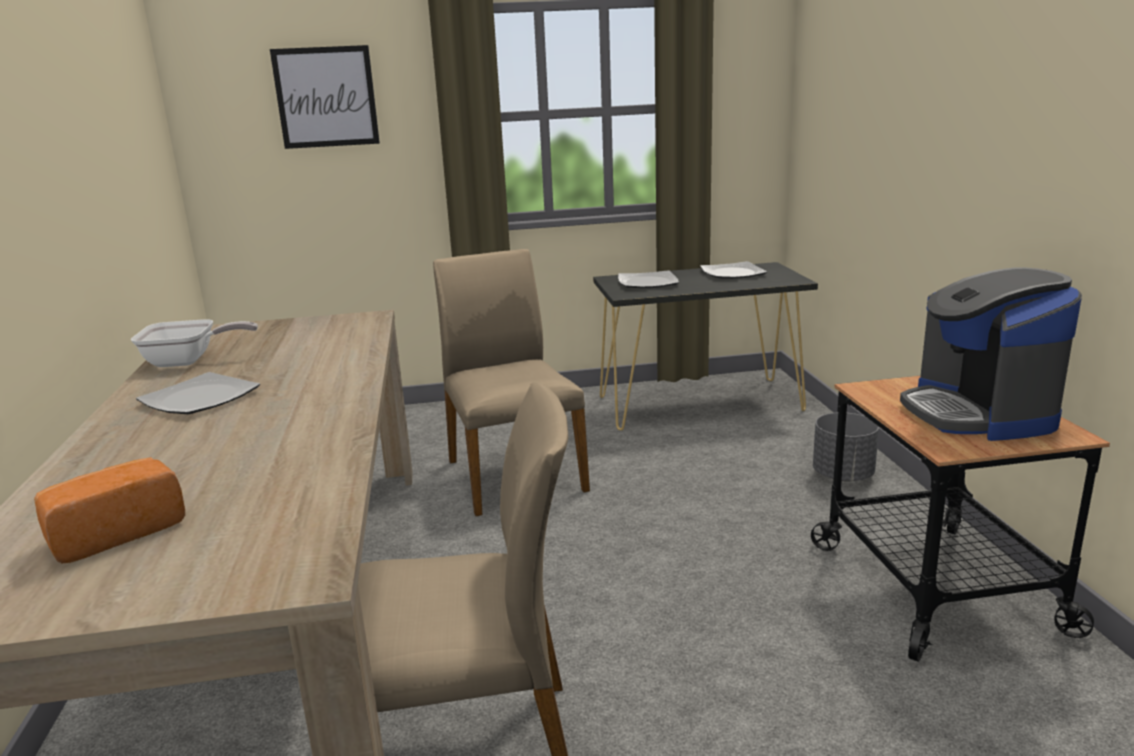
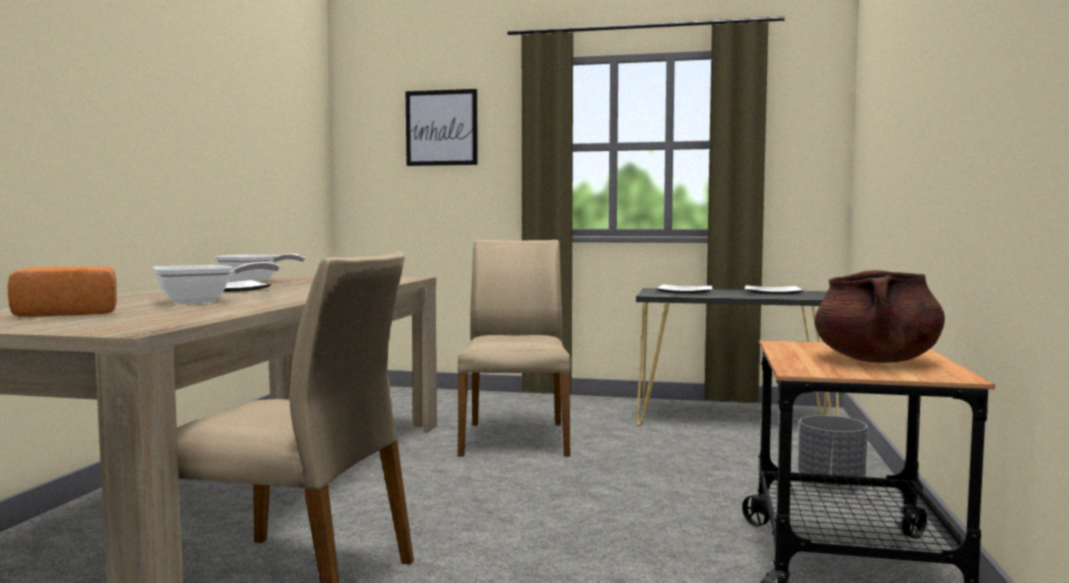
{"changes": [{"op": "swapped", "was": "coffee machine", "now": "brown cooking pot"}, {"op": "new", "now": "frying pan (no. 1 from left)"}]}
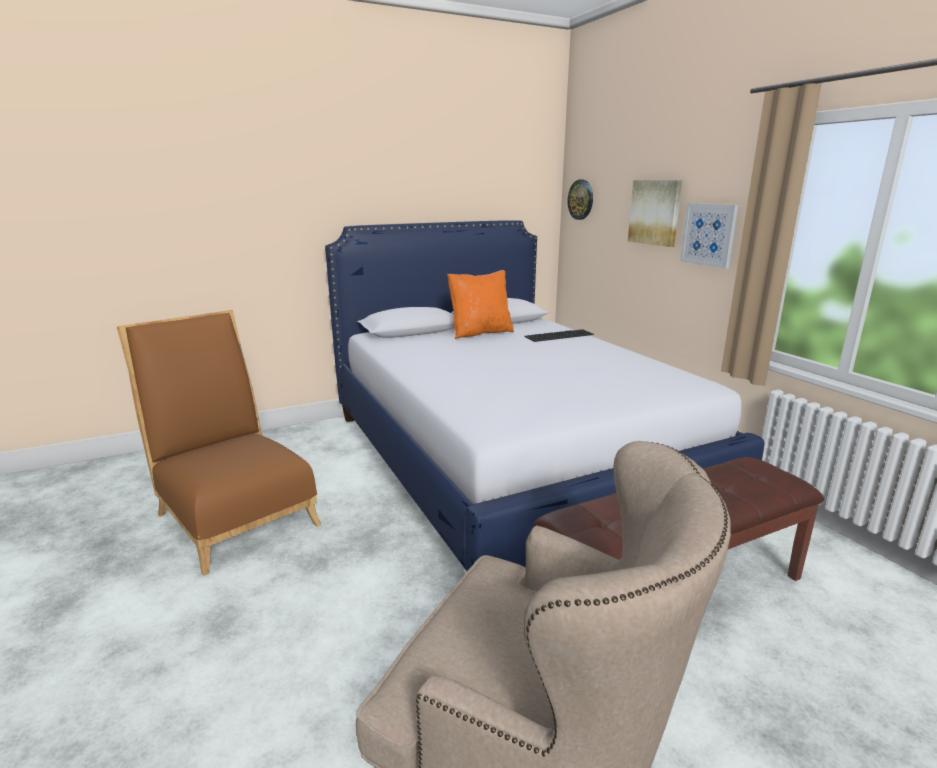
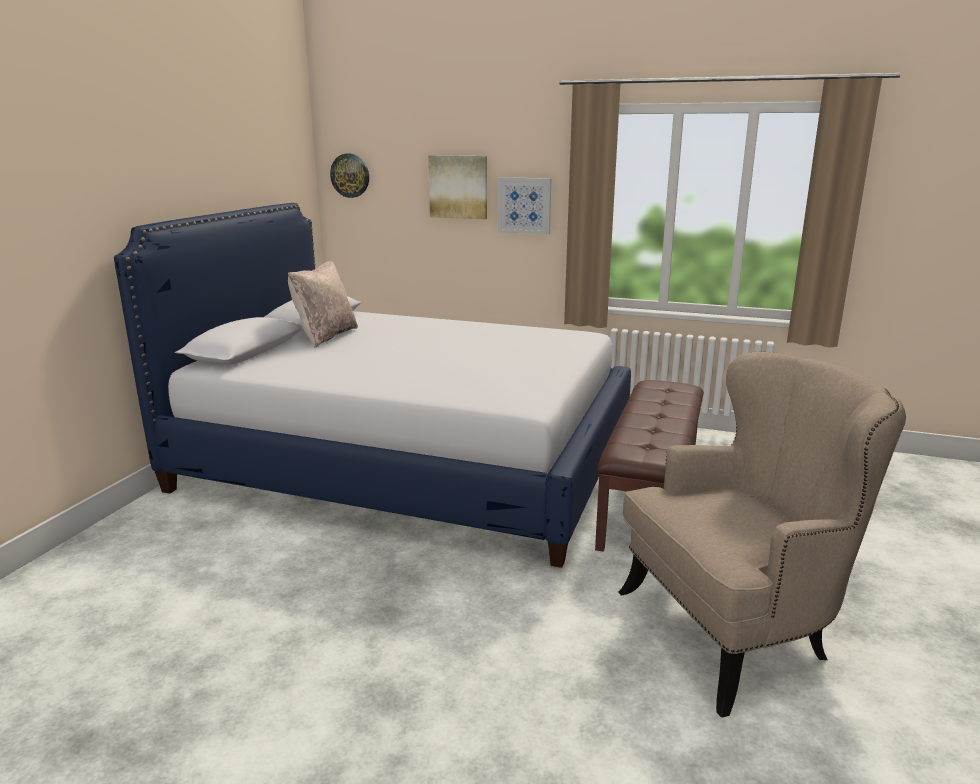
{"changes": [{"op": "gone", "was": "brown chair"}, {"op": "repainted", "was": "orange pillow", "now": "beige pillow"}, {"op": "gone", "was": "keyboard"}]}
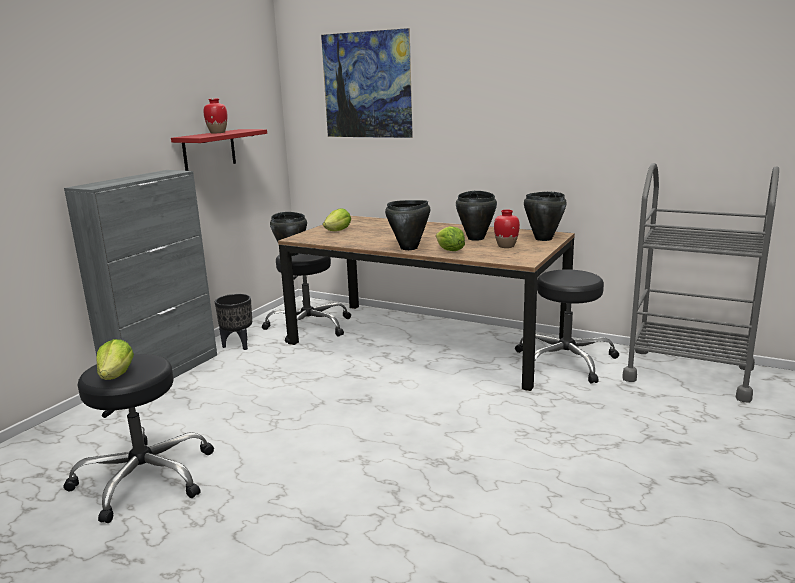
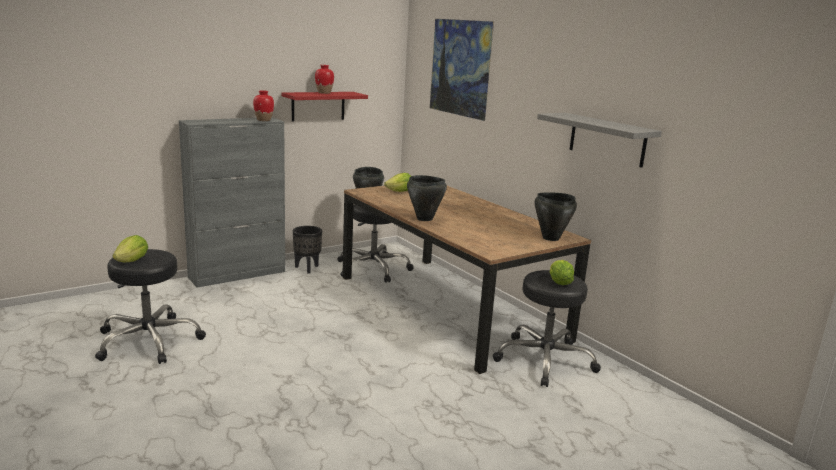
{"changes": [{"op": "shifted", "was": "lettuce (no. 3 from left)"}, {"op": "gone", "was": "black cooking pot (no. 3 from left)"}, {"op": "shifted", "was": "red vase (no. 2 from left in the first image)", "now": "red vase (no. 1 from left)"}, {"op": "gone", "was": "grey cart"}, {"op": "new", "now": "grey shelf"}]}
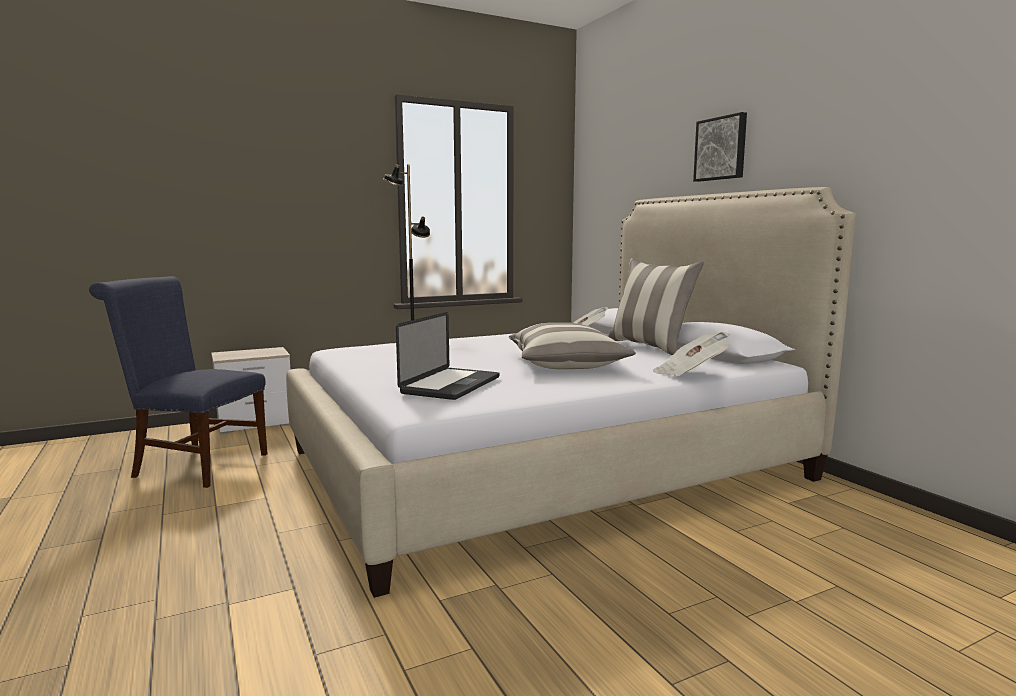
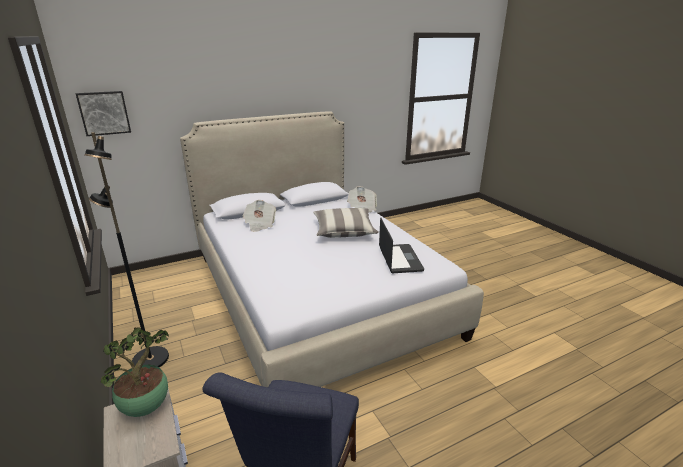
{"changes": [{"op": "rotated", "was": "laptop", "clockwise": 60}, {"op": "gone", "was": "pillow (no. 2 from left)"}, {"op": "shifted", "was": "picture"}, {"op": "new", "now": "potted plant"}]}
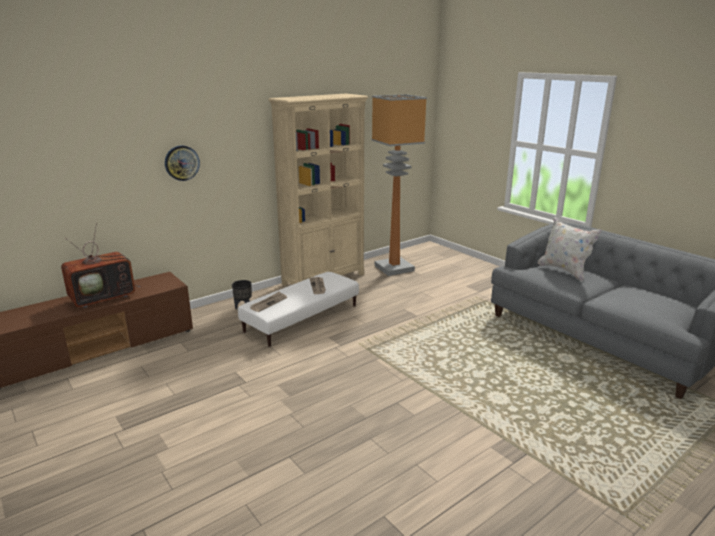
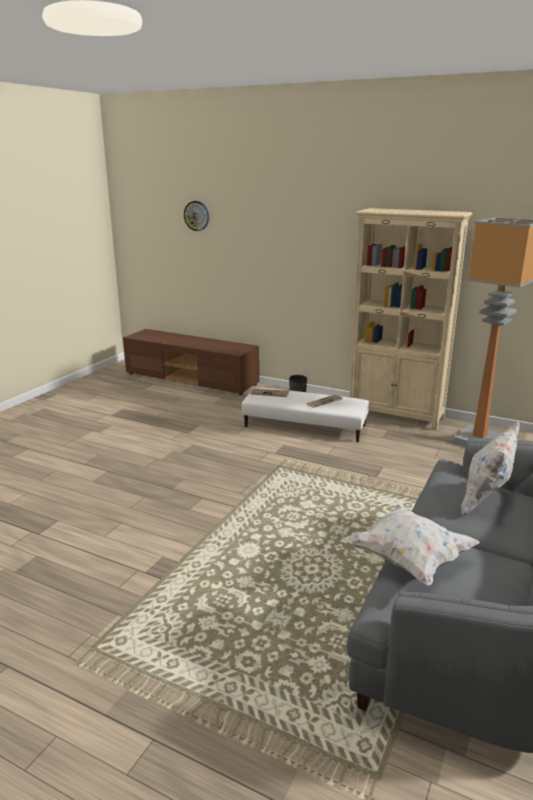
{"changes": [{"op": "gone", "was": "television"}, {"op": "shifted", "was": "wall clock"}, {"op": "new", "now": "white pillow (no. 1 from left)"}]}
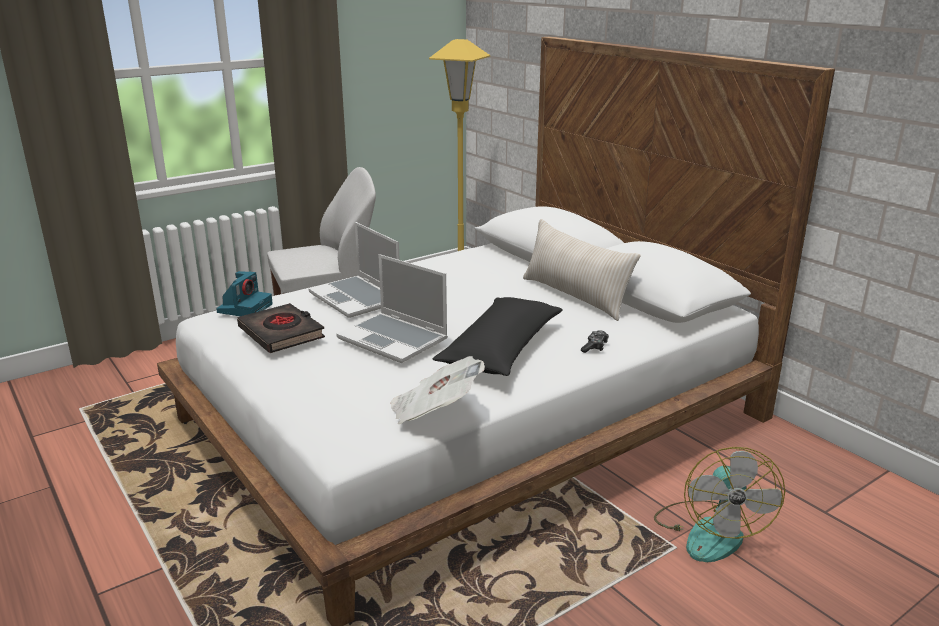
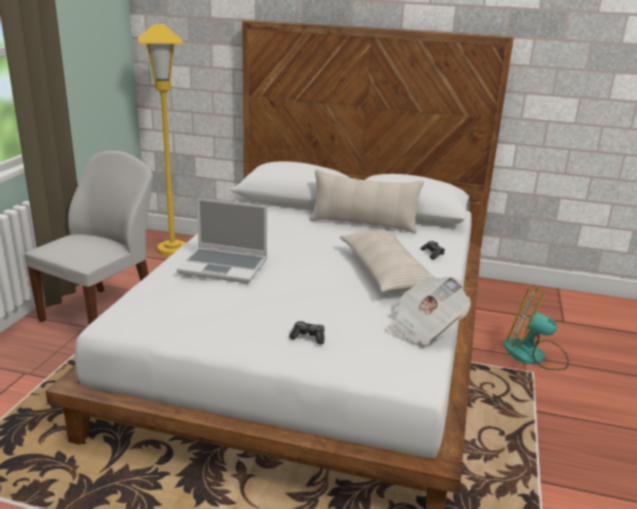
{"changes": [{"op": "gone", "was": "photo camera"}, {"op": "gone", "was": "black book"}, {"op": "gone", "was": "laptop (no. 2 from left)"}, {"op": "repainted", "was": "black pillow", "now": "beige pillow (no. 2 from left)"}, {"op": "rotated", "was": "fan", "clockwise": 150}, {"op": "new", "now": "game controller (no. 1 from left)"}]}
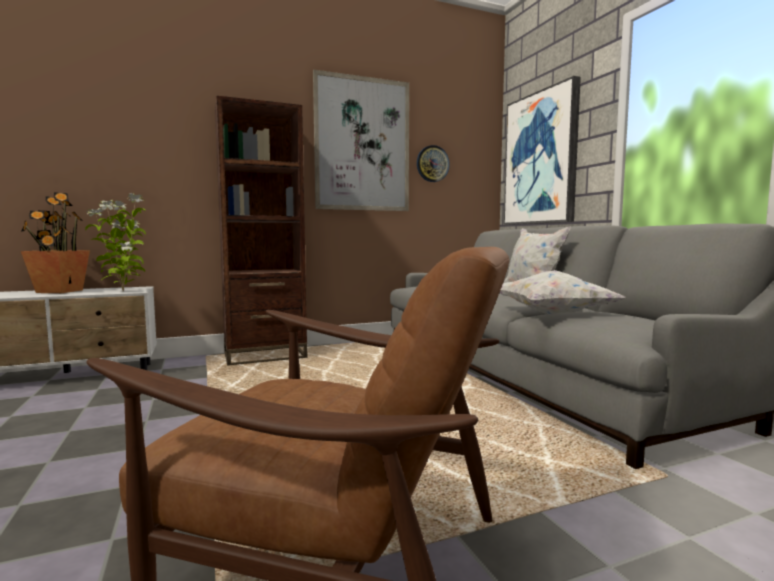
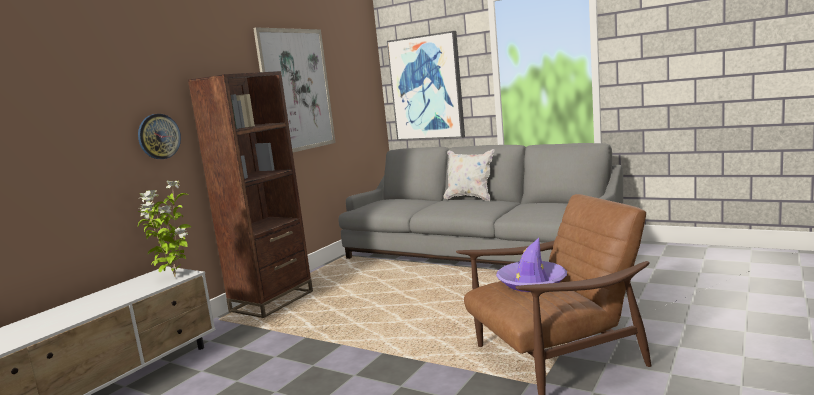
{"changes": [{"op": "gone", "was": "potted plant (no. 1 from left)"}, {"op": "shifted", "was": "wall clock"}, {"op": "gone", "was": "white pillow (no. 2 from left)"}, {"op": "new", "now": "purple hat"}]}
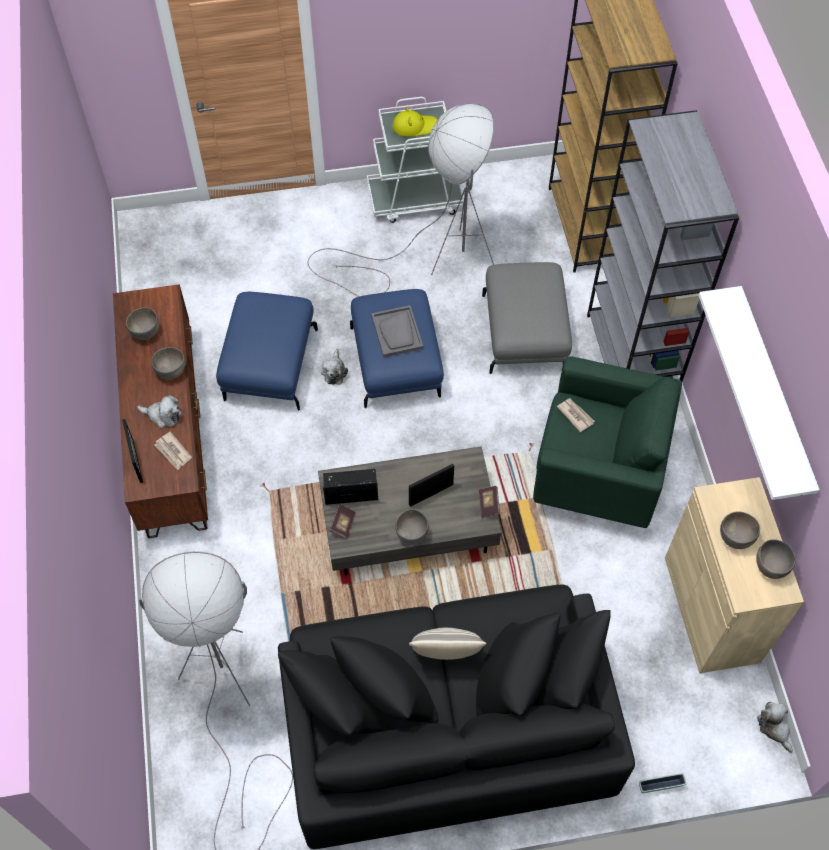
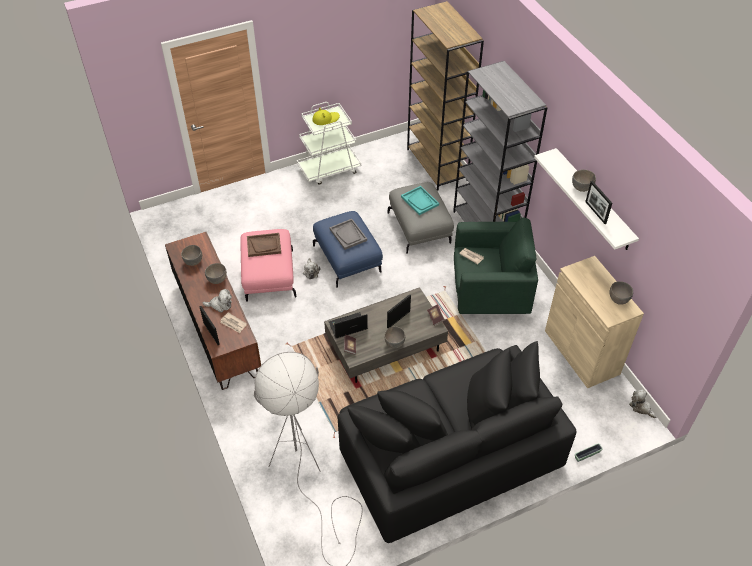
{"changes": [{"op": "repainted", "was": "blue ottoman (no. 1 from left)", "now": "pink ottoman"}, {"op": "gone", "was": "grey floor lamp (no. 2 from left)"}, {"op": "gone", "was": "pillow"}, {"op": "shifted", "was": "grey bowl (no. 4 from left)"}, {"op": "new", "now": "brown tray"}, {"op": "new", "now": "turquoise tray"}, {"op": "new", "now": "picture frame (no. 3 from left)"}]}
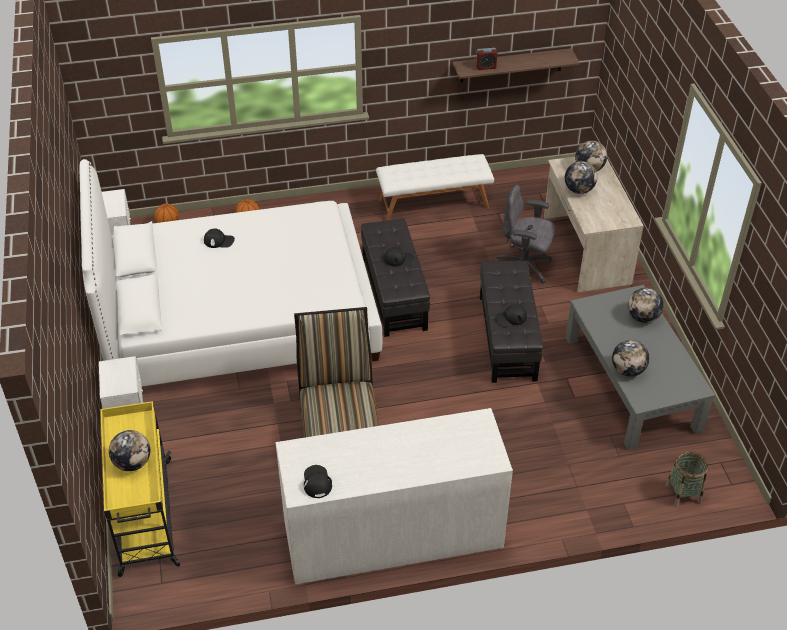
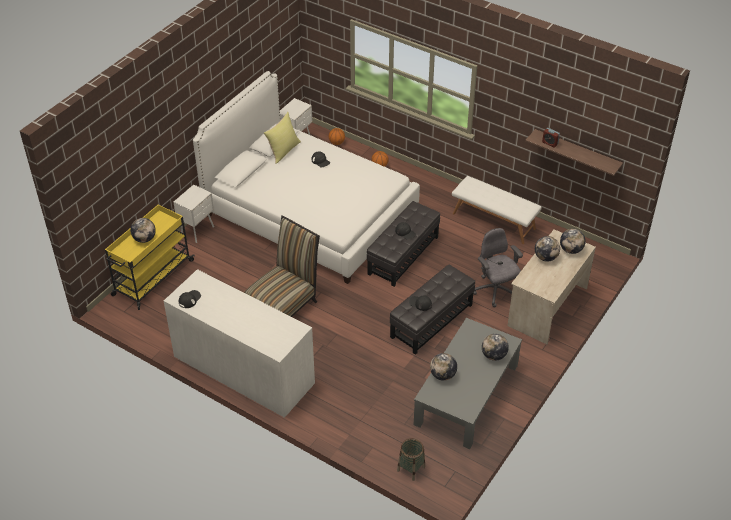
{"changes": [{"op": "new", "now": "yellow pillow"}]}
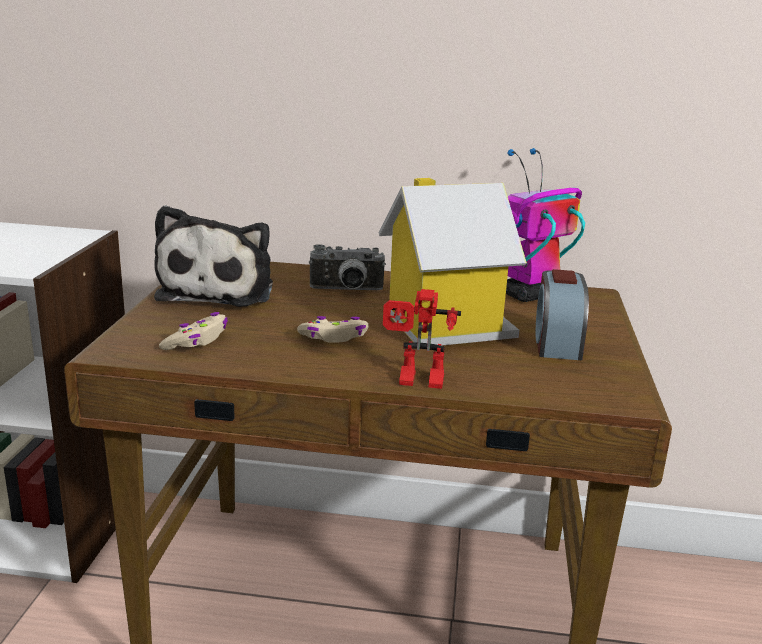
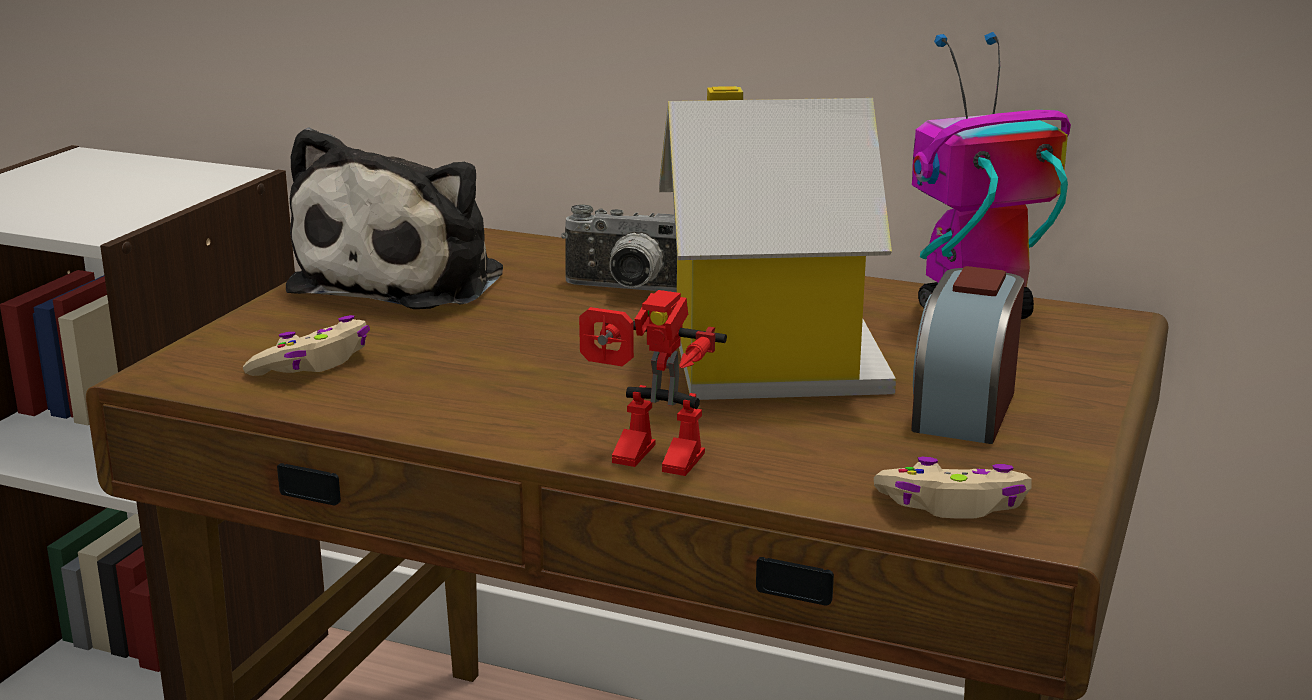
{"changes": [{"op": "shifted", "was": "beige game controller (no. 2 from left)"}]}
